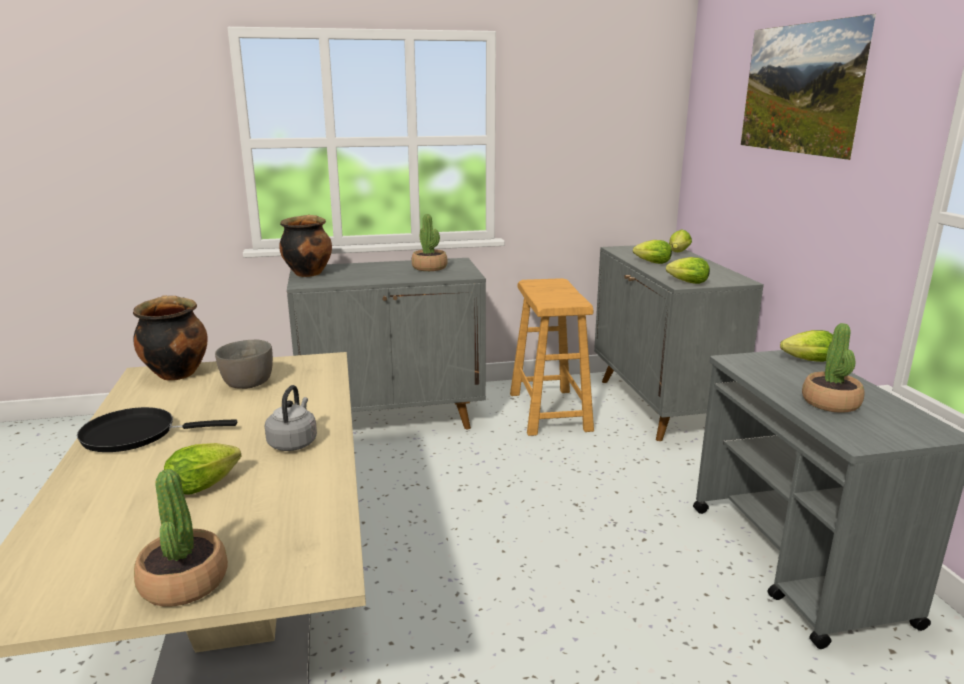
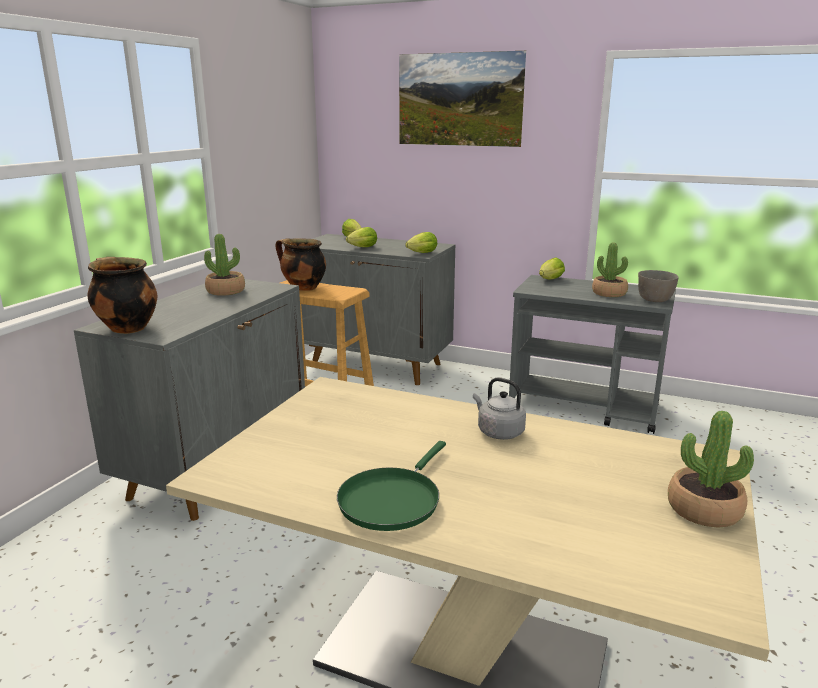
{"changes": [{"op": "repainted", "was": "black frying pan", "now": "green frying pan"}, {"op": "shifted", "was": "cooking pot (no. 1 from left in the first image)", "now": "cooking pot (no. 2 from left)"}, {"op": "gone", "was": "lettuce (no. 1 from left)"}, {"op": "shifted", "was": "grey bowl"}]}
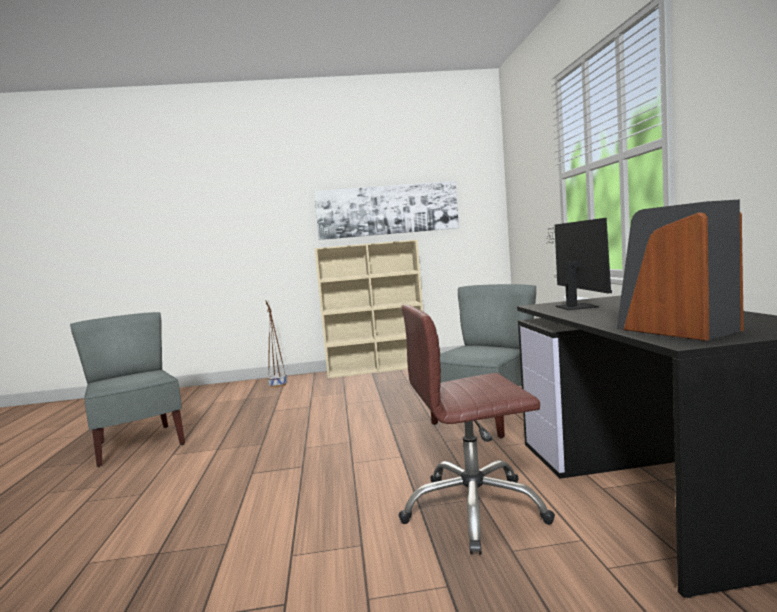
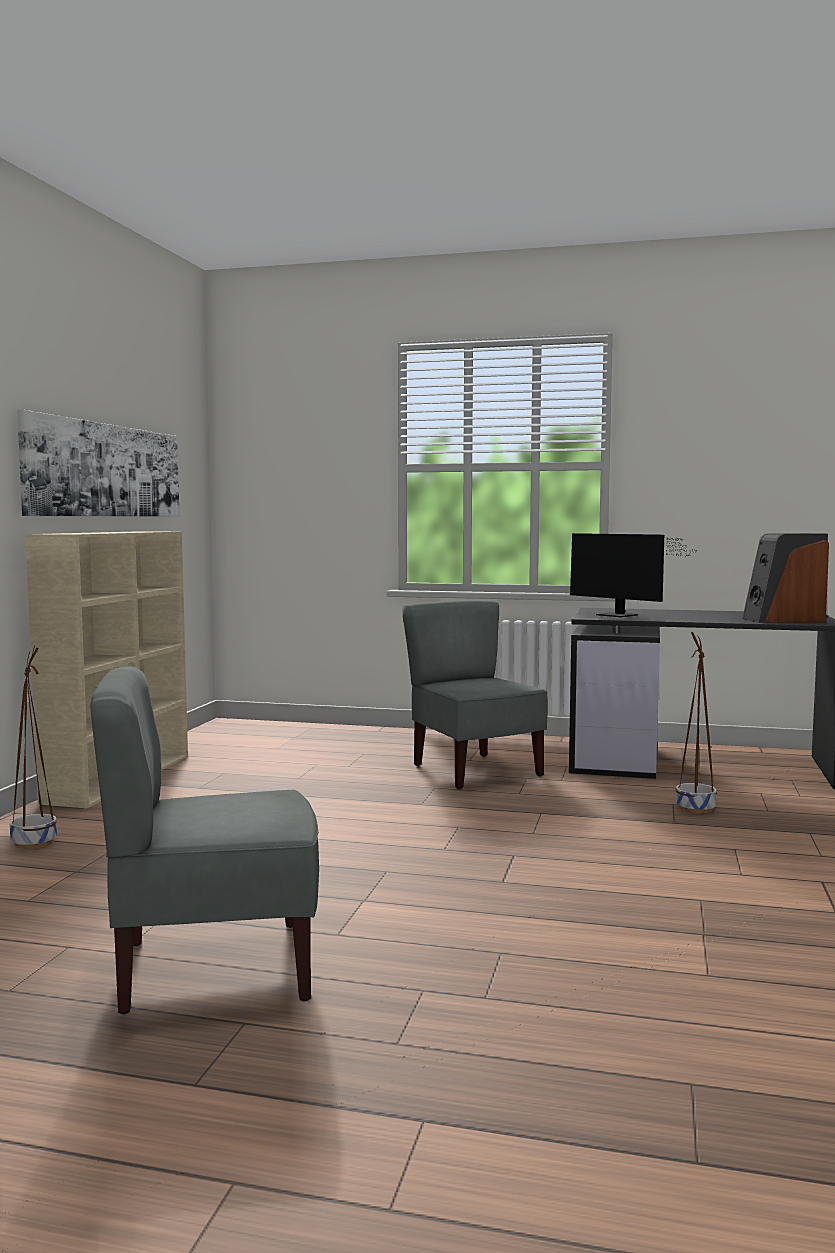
{"changes": [{"op": "swapped", "was": "brown office chair", "now": "brown planter (no. 2 from left)"}, {"op": "rotated", "was": "monitor", "clockwise": -150}]}
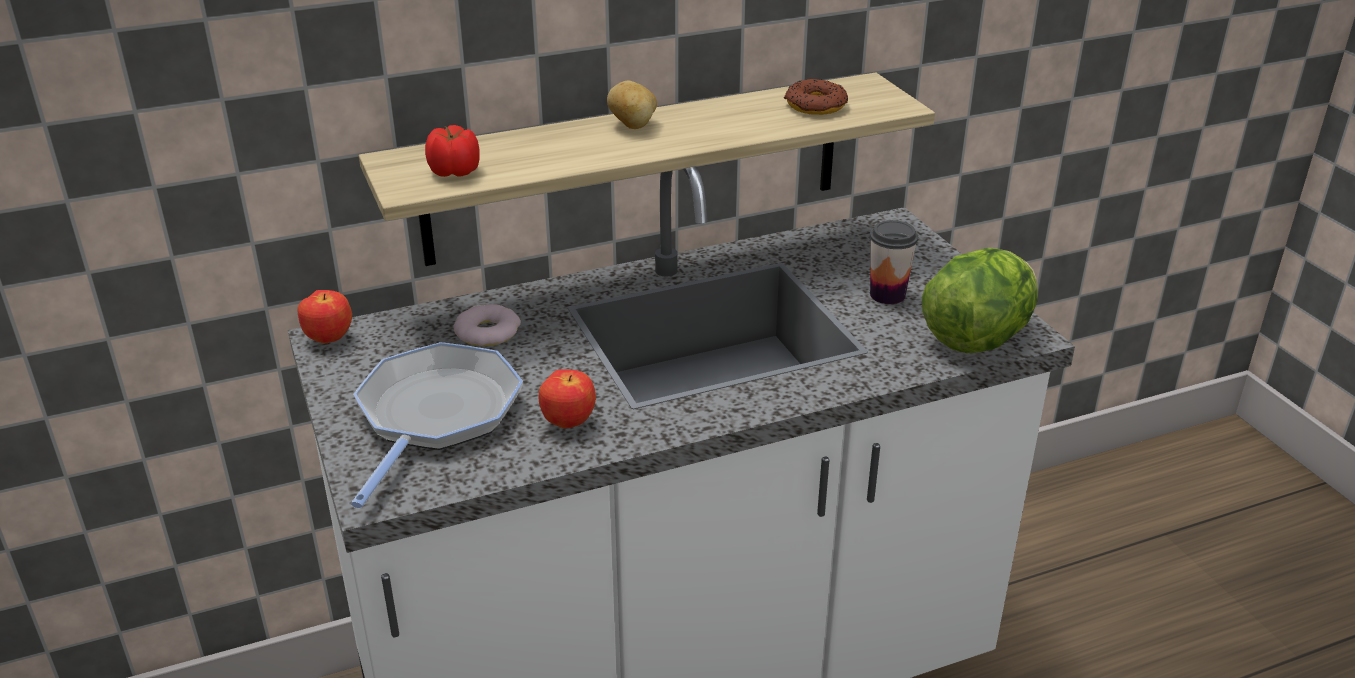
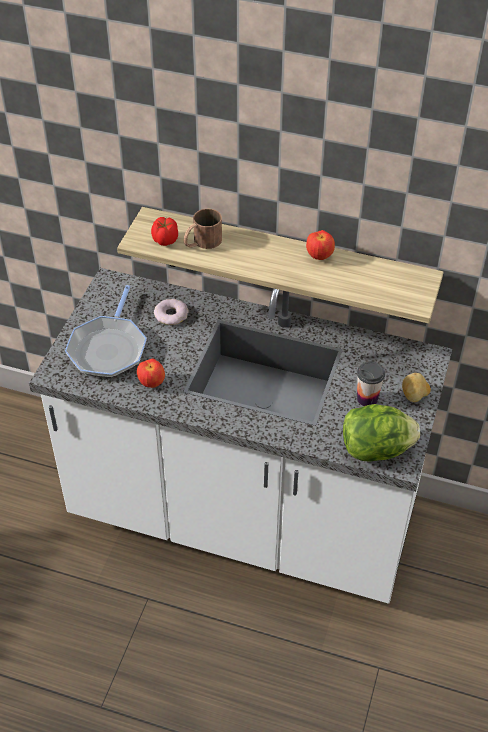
{"changes": [{"op": "shifted", "was": "apple (no. 1 from left in the first image)", "now": "apple (no. 2 from left)"}, {"op": "rotated", "was": "frying pan", "clockwise": 135}, {"op": "shifted", "was": "potato"}, {"op": "gone", "was": "donut (no. 2 from left)"}, {"op": "new", "now": "brown mug"}]}
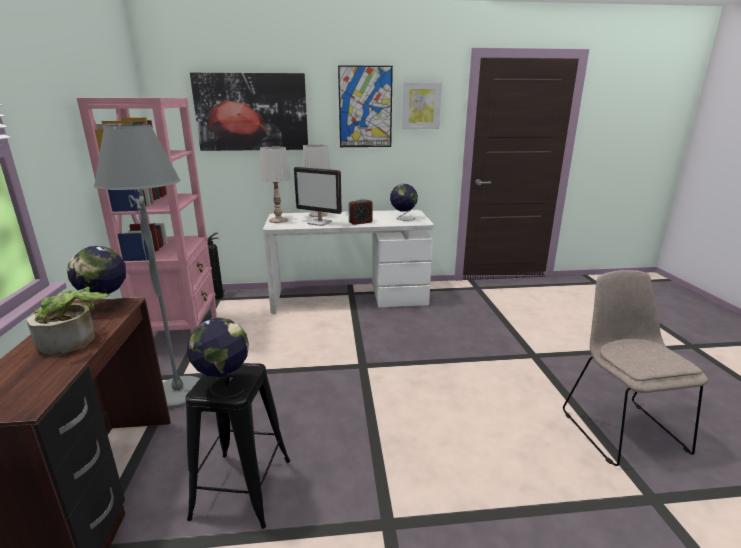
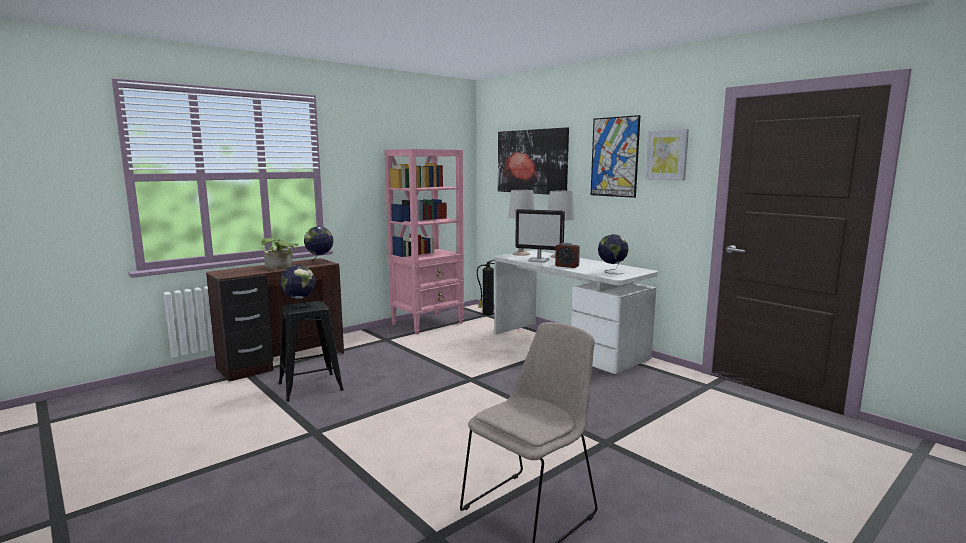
{"changes": [{"op": "gone", "was": "grey floor lamp"}, {"op": "rotated", "was": "monitor", "clockwise": -60}]}
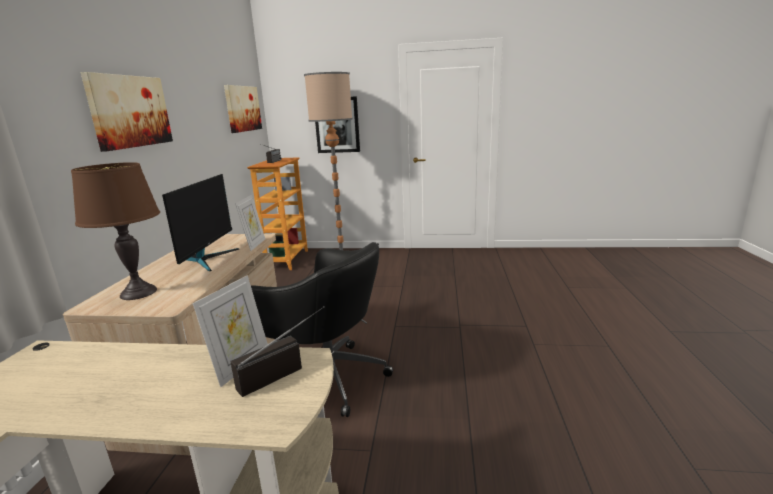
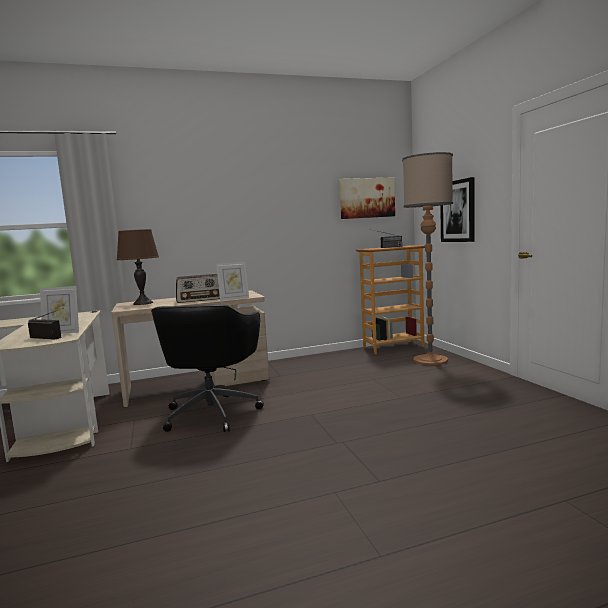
{"changes": [{"op": "gone", "was": "picture (no. 1 from left)"}, {"op": "swapped", "was": "monitor", "now": "radio (no. 2 from left)"}]}
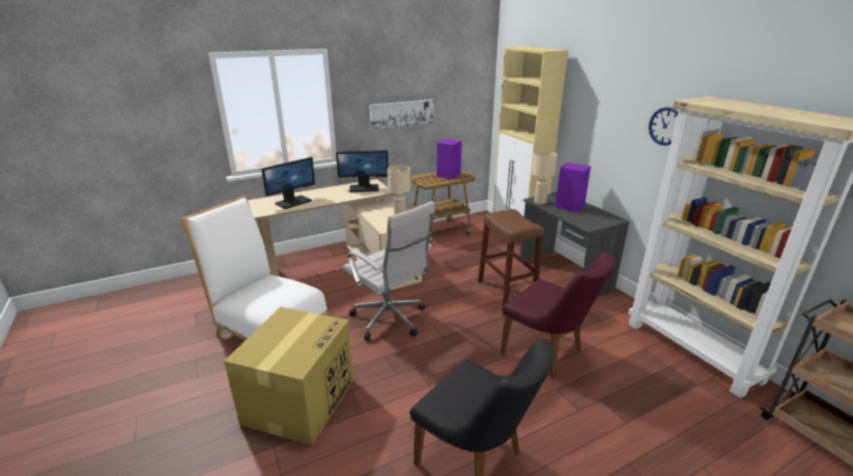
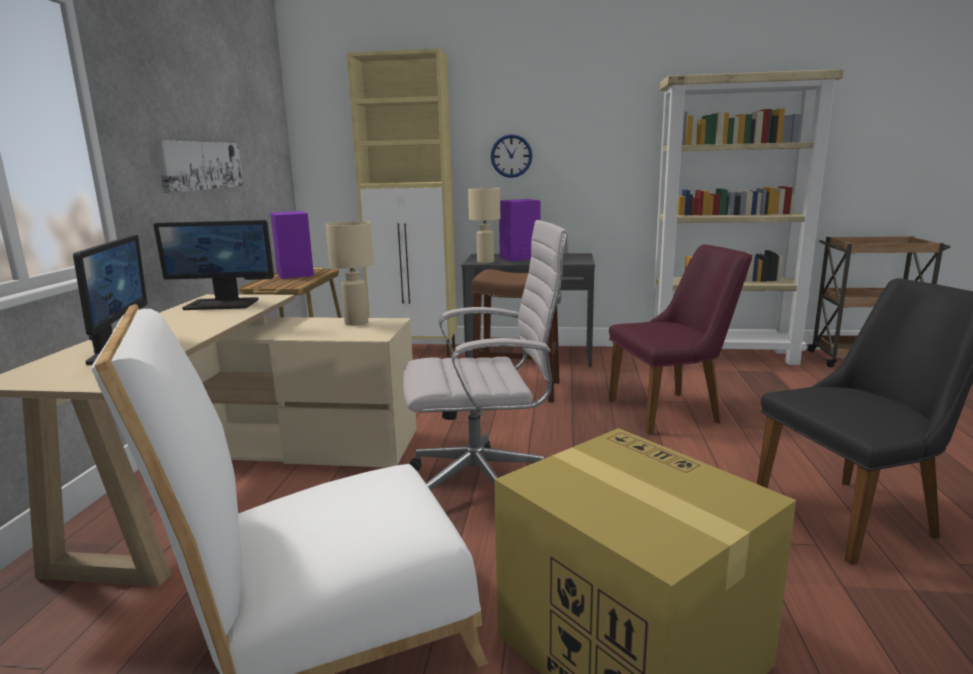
{"changes": [{"op": "rotated", "was": "monitor (no. 2 from left)", "clockwise": 60}, {"op": "shifted", "was": "wall clock"}]}
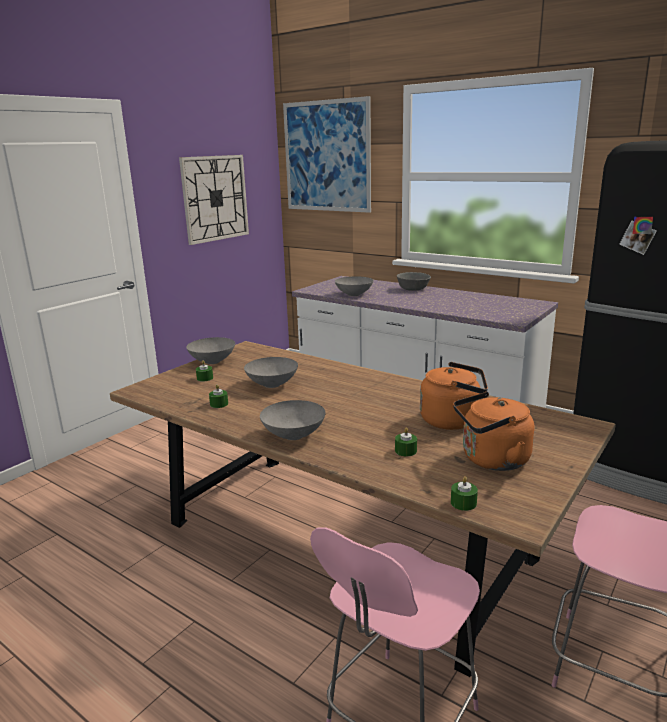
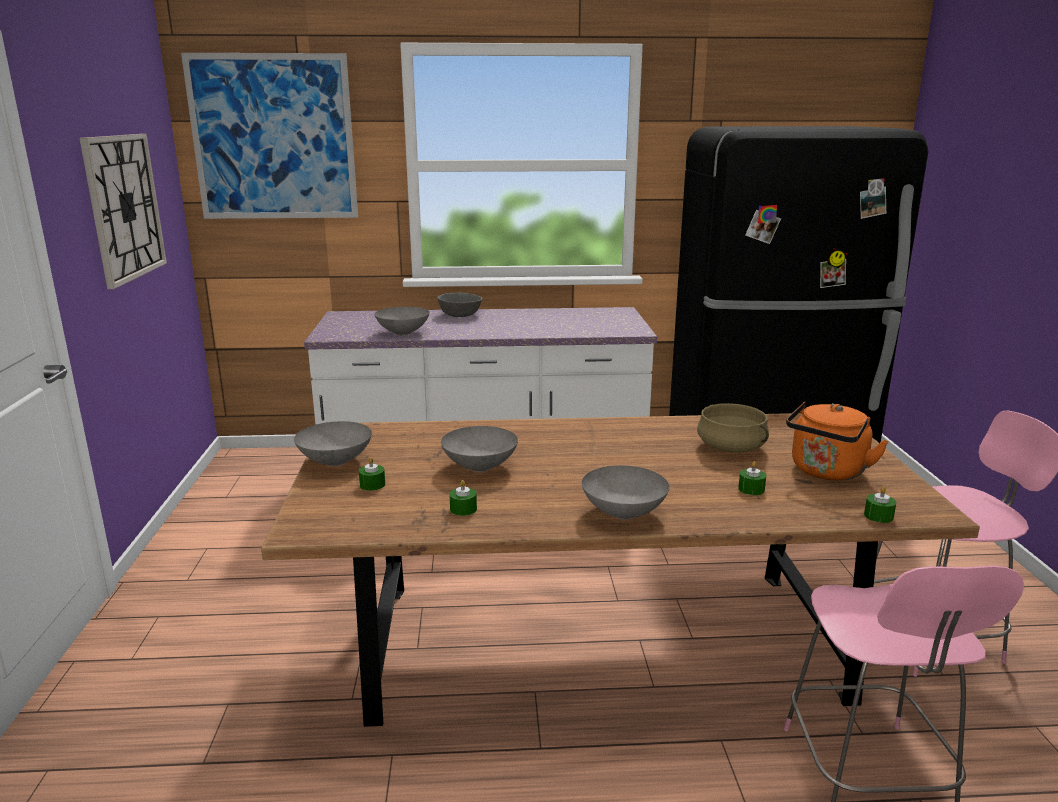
{"changes": [{"op": "swapped", "was": "orange kettle (no. 1 from left)", "now": "beige cooking pot"}]}
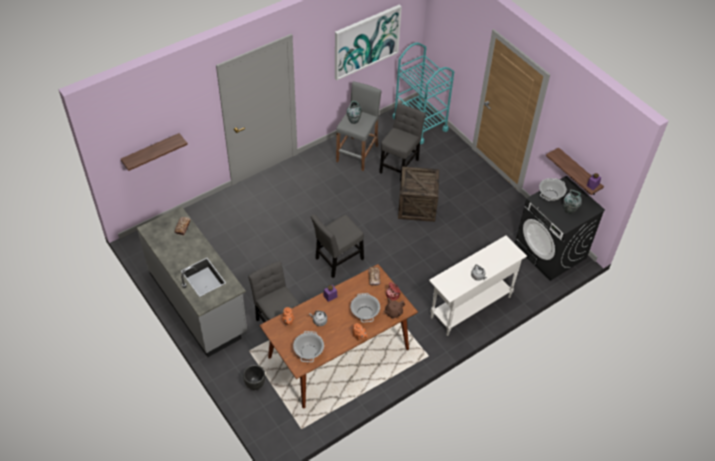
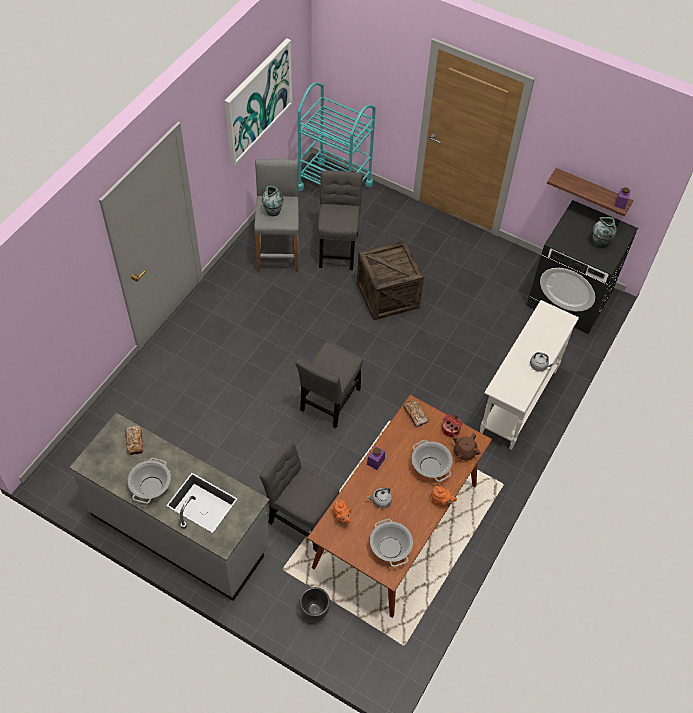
{"changes": [{"op": "gone", "was": "shelf (no. 1 from left)"}, {"op": "shifted", "was": "cooking pot (no. 4 from left in the first image)", "now": "cooking pot (no. 1 from left)"}]}
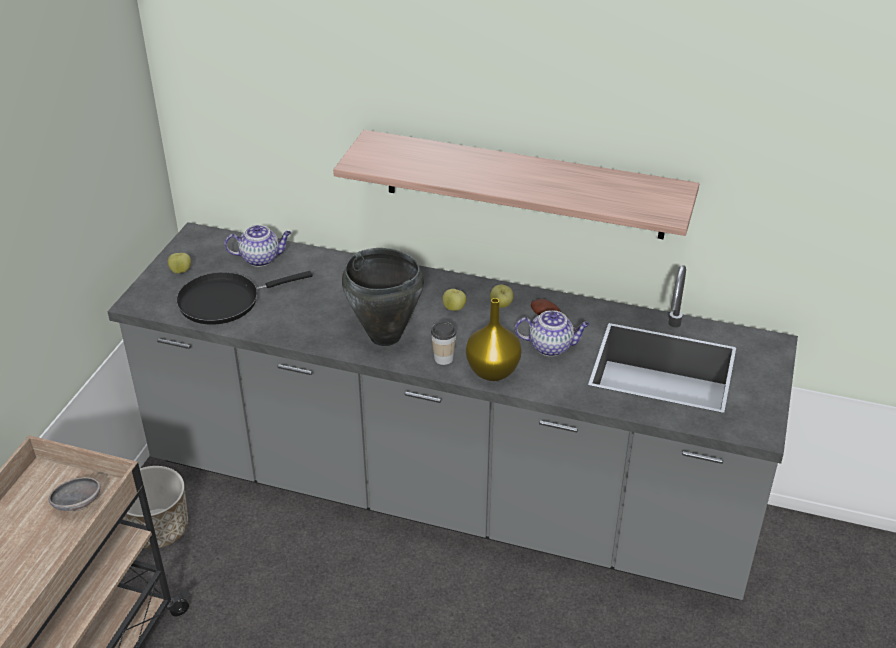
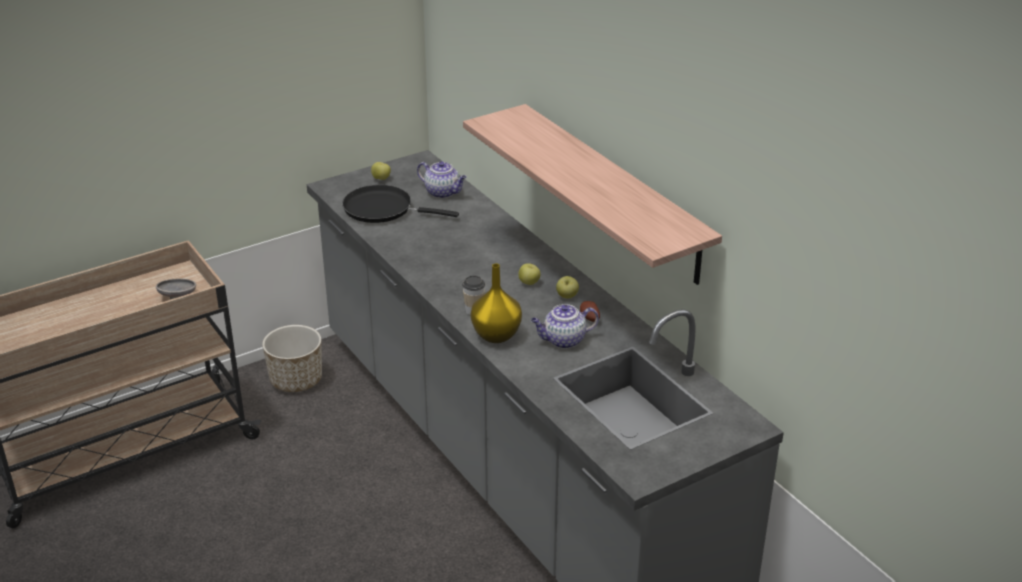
{"changes": [{"op": "gone", "was": "black cooking pot"}, {"op": "rotated", "was": "teapot (no. 2 from left)", "clockwise": 120}]}
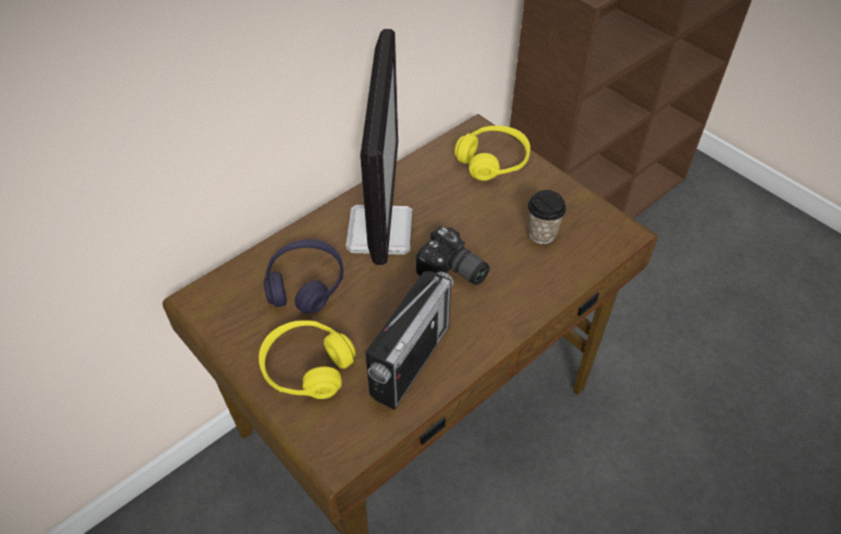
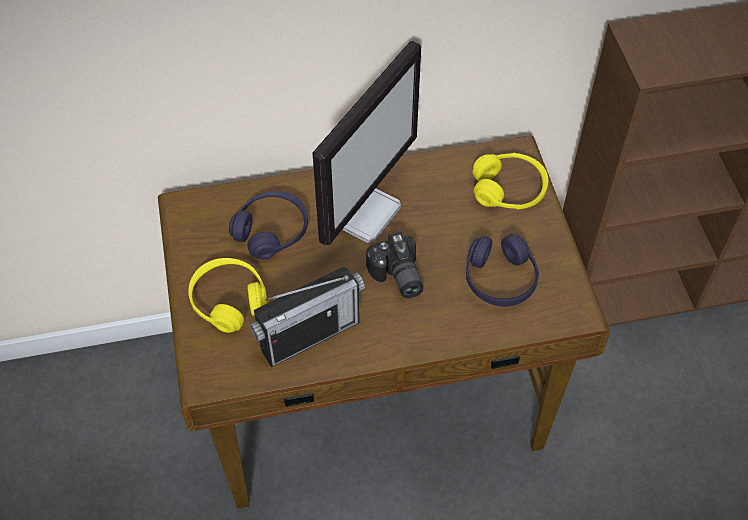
{"changes": [{"op": "swapped", "was": "cup", "now": "purple headphones (no. 2 from left)"}]}
